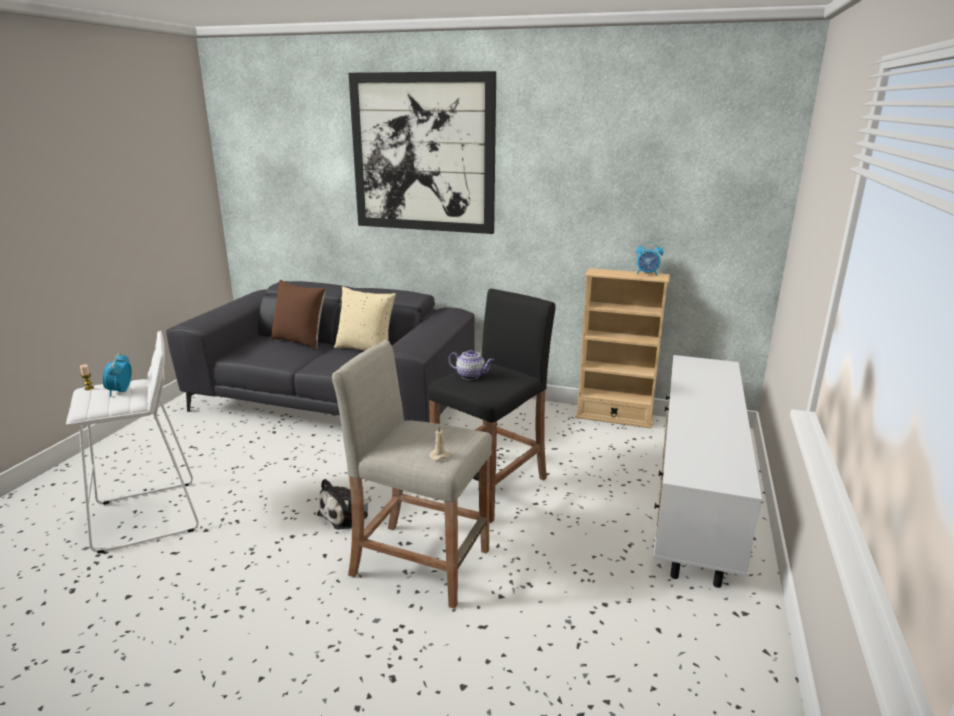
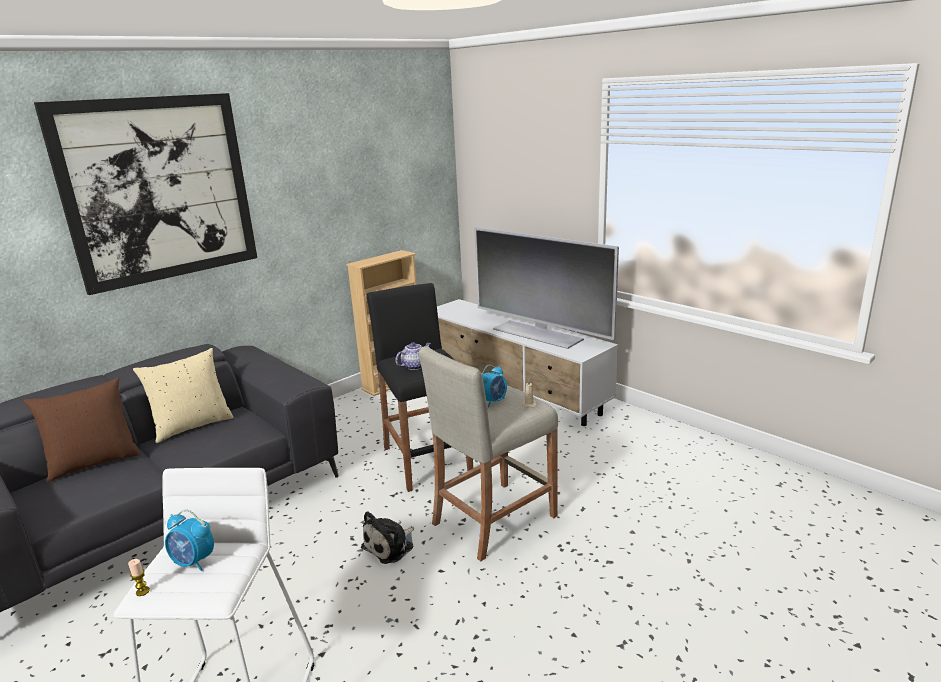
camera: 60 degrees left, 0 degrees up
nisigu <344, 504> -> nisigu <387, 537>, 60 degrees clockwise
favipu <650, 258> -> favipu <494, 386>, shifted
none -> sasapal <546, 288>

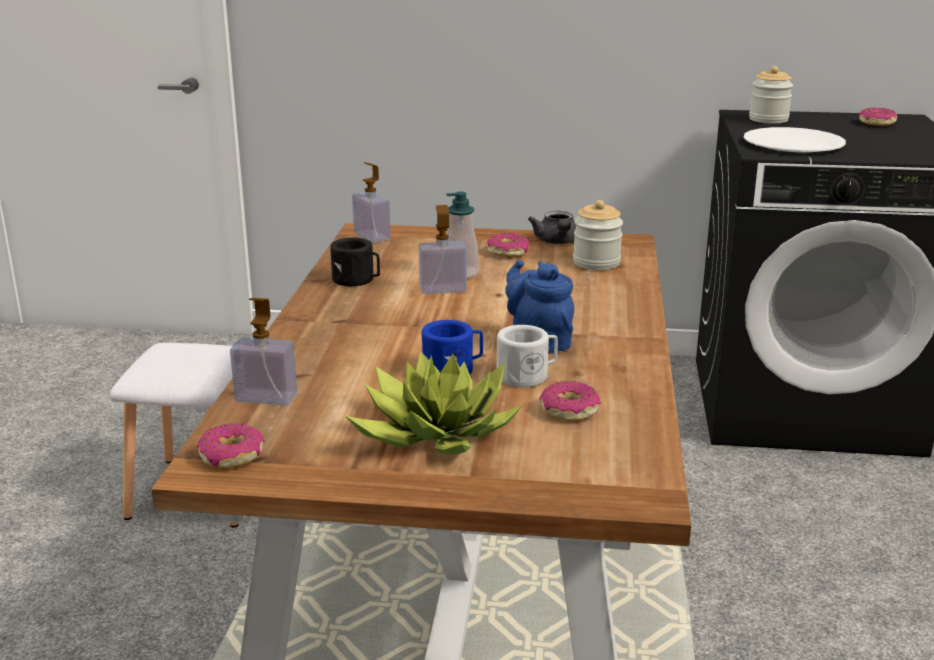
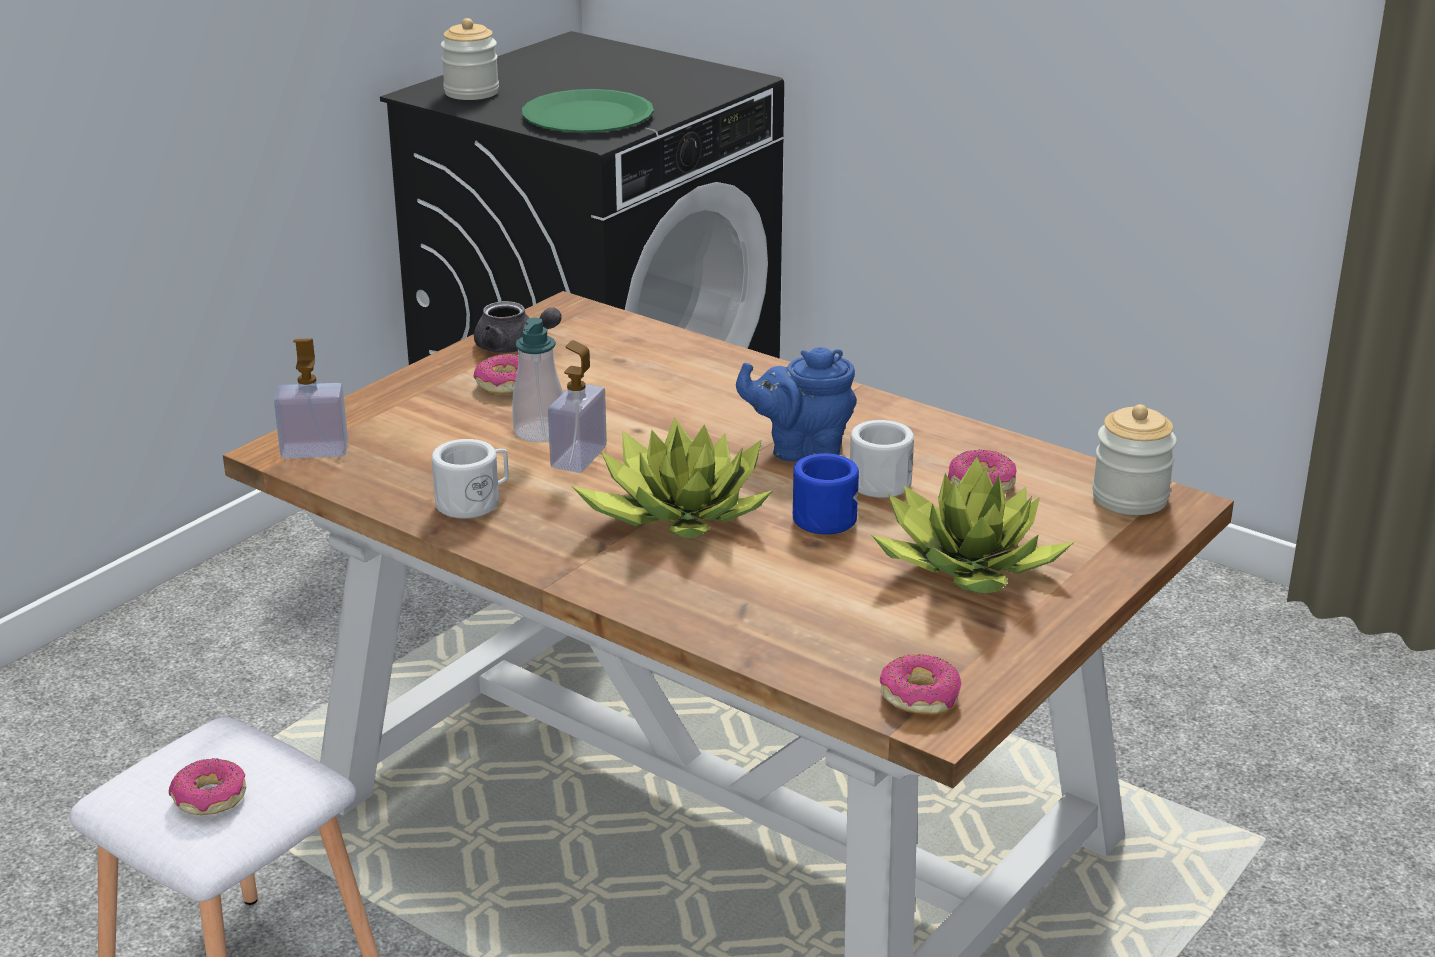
camera: 60 degrees left, 5 degrees up
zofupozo <263, 352> -> none
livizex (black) <355, 262> -> livizex (white) <470, 479>
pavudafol <598, 235> -> pavudafol <1134, 459>, shifted
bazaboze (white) <795, 139> -> bazaboze (green) <588, 110>
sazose <878, 117> -> sazose <207, 786>, shifted
none -> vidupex <672, 478>

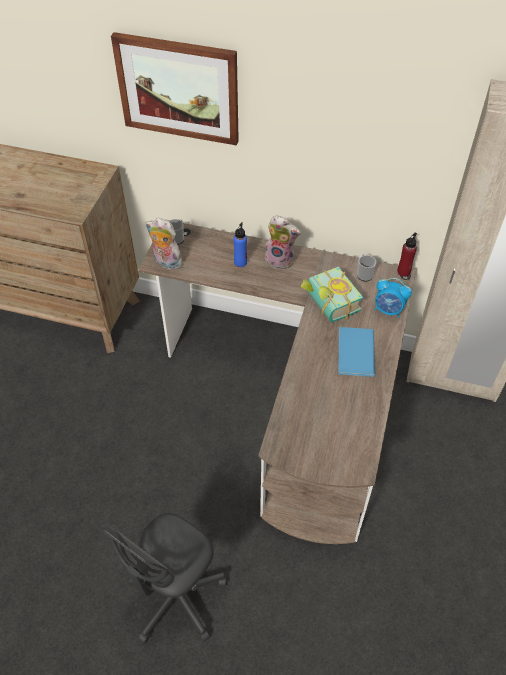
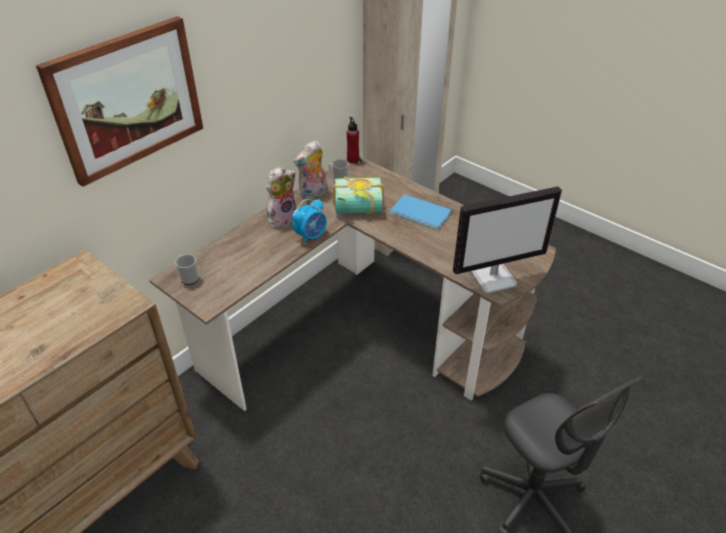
camera: 65 degrees left, 10 degrees down
nisigu <164, 244> -> nisigu <310, 169>, shifted
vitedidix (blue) <240, 244> -> none
favipu <393, 298> -> favipu <309, 222>, shifted
none -> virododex <507, 240>

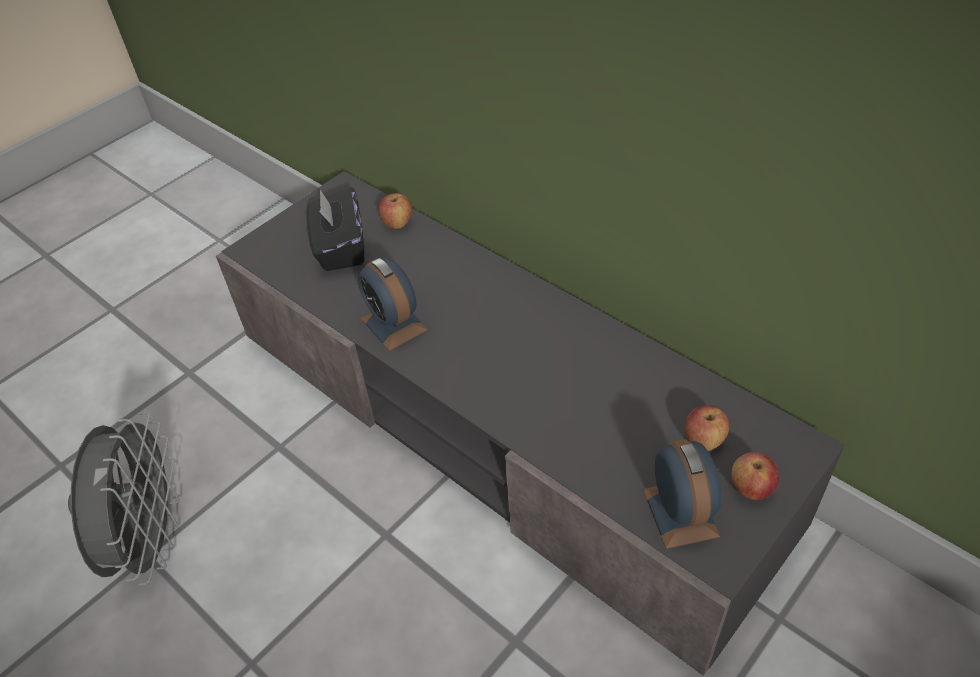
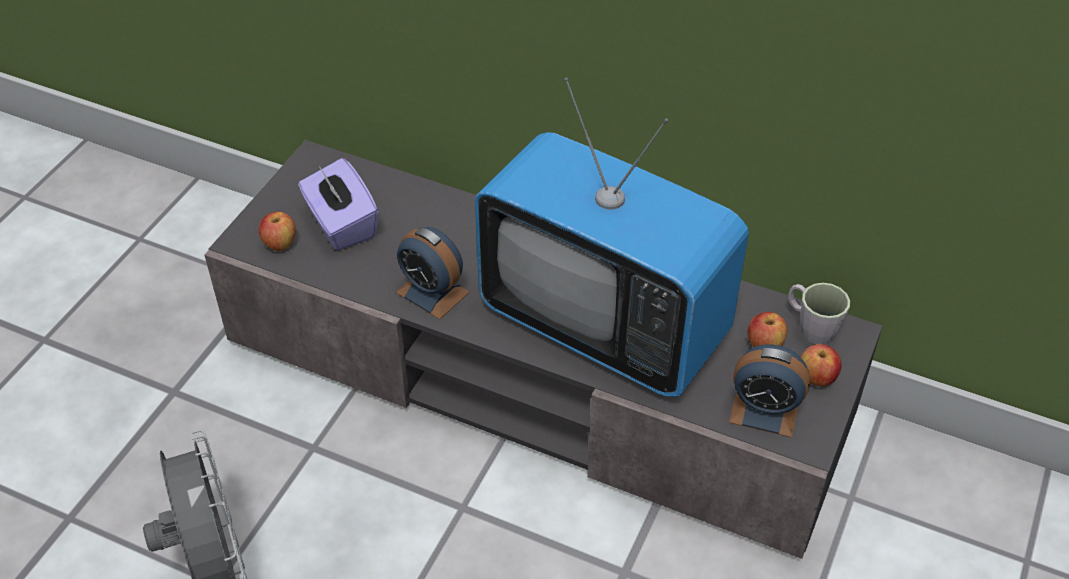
camera: 20 degrees left, 0 degrees up
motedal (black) <335, 229> -> motedal (purple) <338, 204>
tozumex <395, 211> -> tozumex <277, 231>, shifted
favipu <682, 494> -> favipu <769, 391>, 135 degrees clockwise
none -> sasapal <612, 237>
none -> livizex (grey) <819, 313>

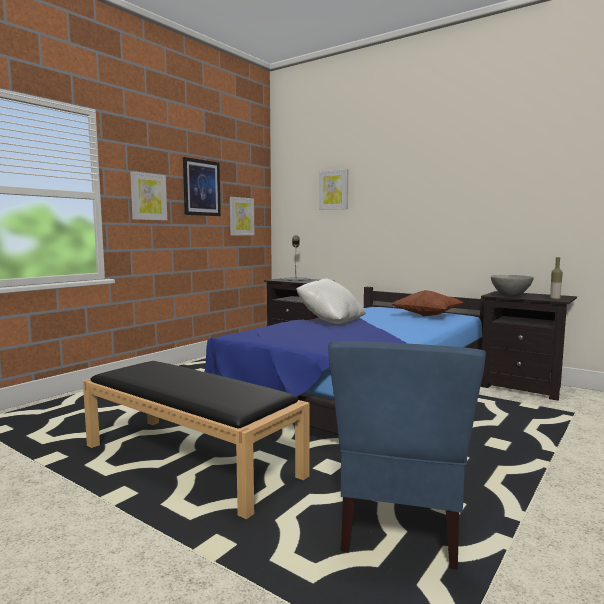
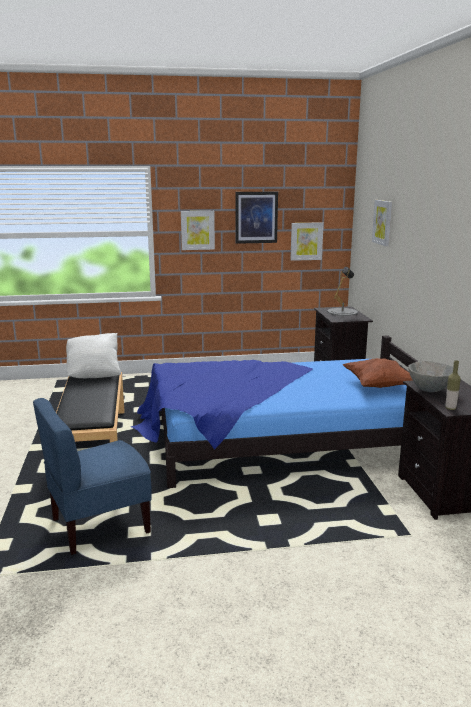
camera: 45 degrees right, 10 degrees up
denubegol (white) <331, 301> -> denubegol (white) <93, 355>, shifted

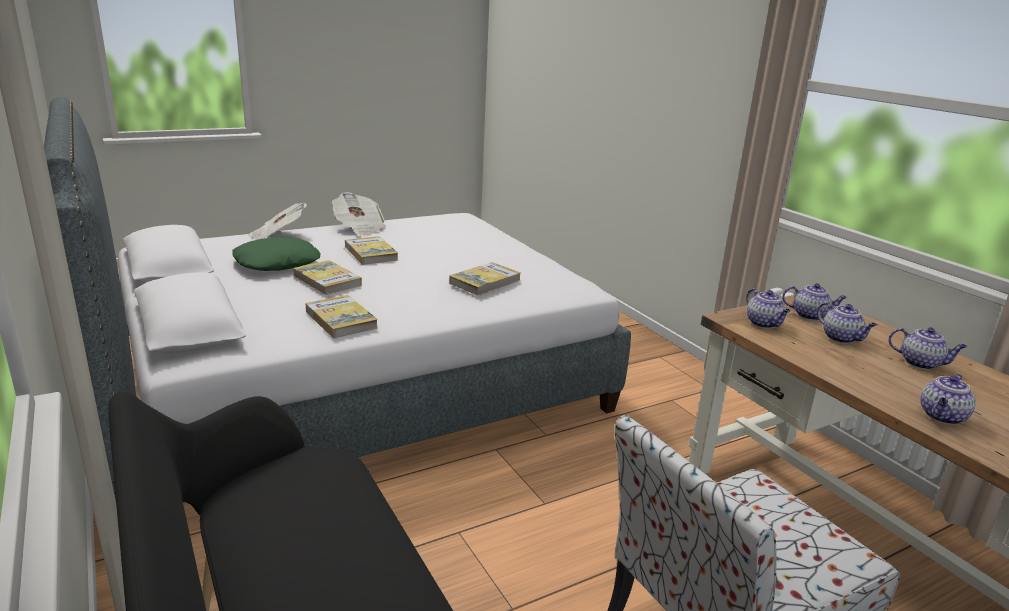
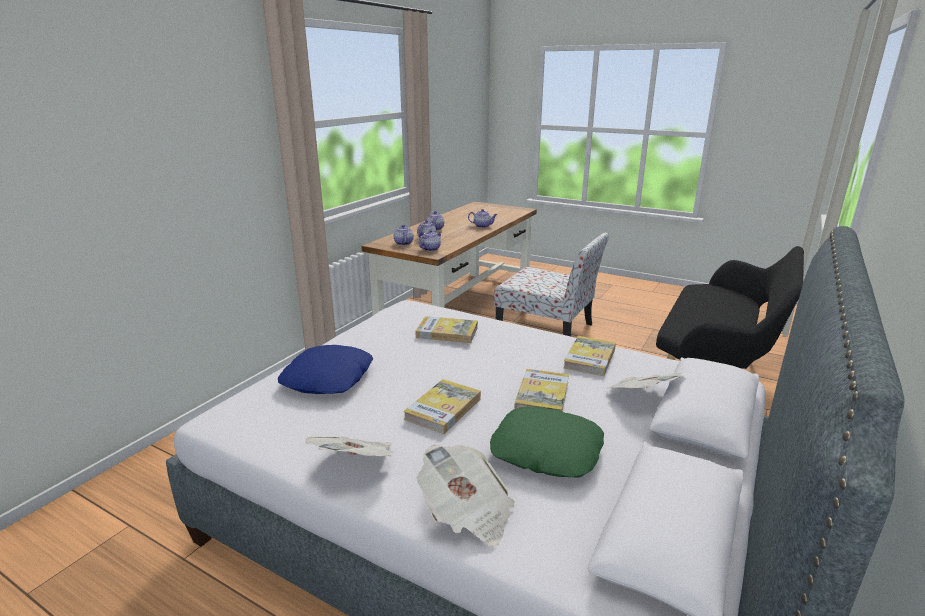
camera: 120 degrees left, 0 degrees up
none -> denubegol (blue) <325, 369>
none -> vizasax <647, 380>

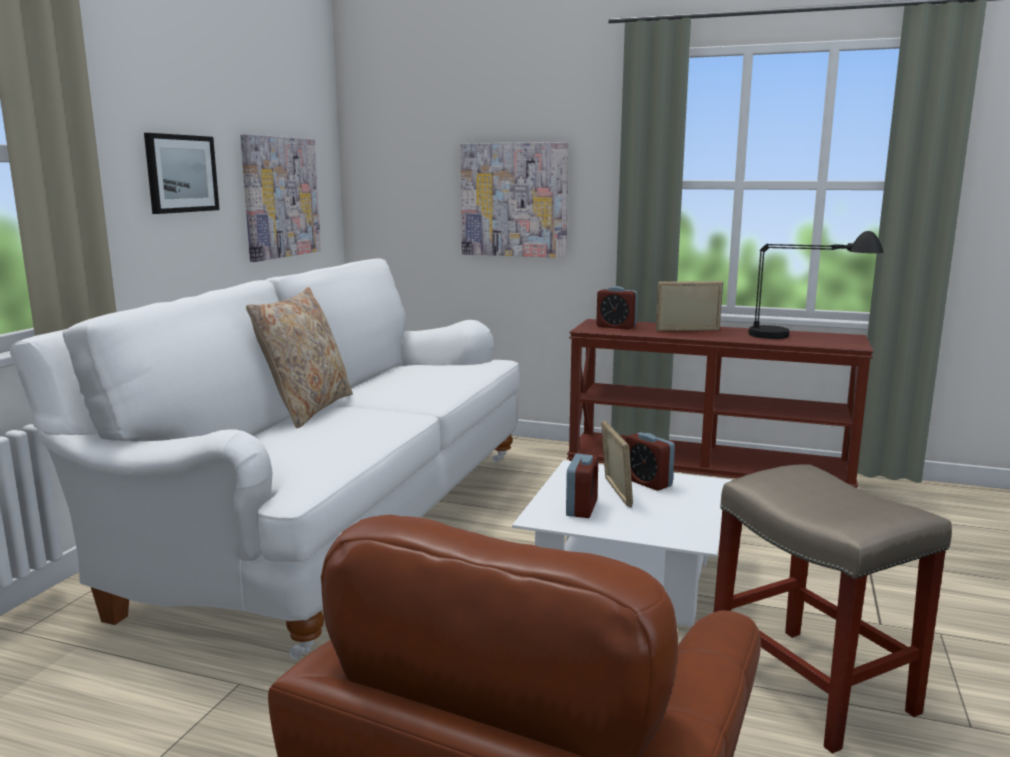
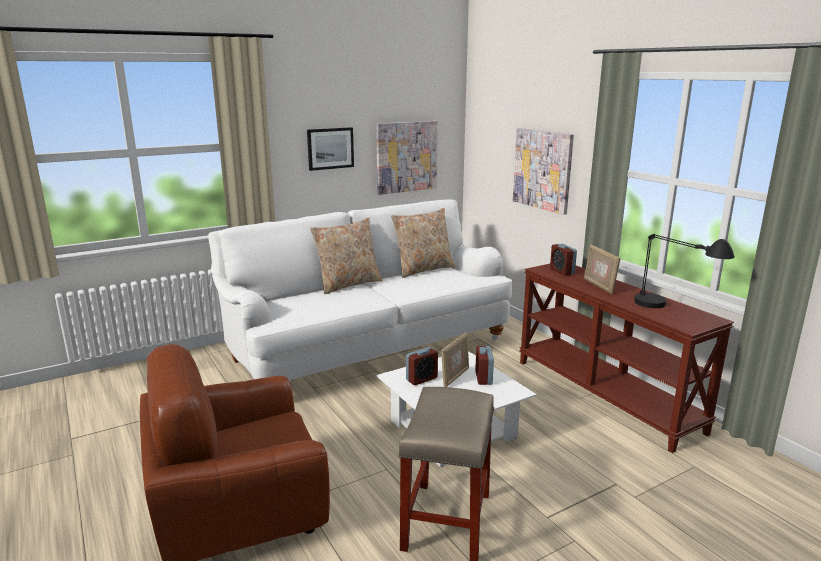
camera: 40 degrees right, 5 degrees up
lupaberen <689, 306> -> lupaberen <602, 269>, 150 degrees counterclockwise
none -> denubegol (beige) <423, 243>

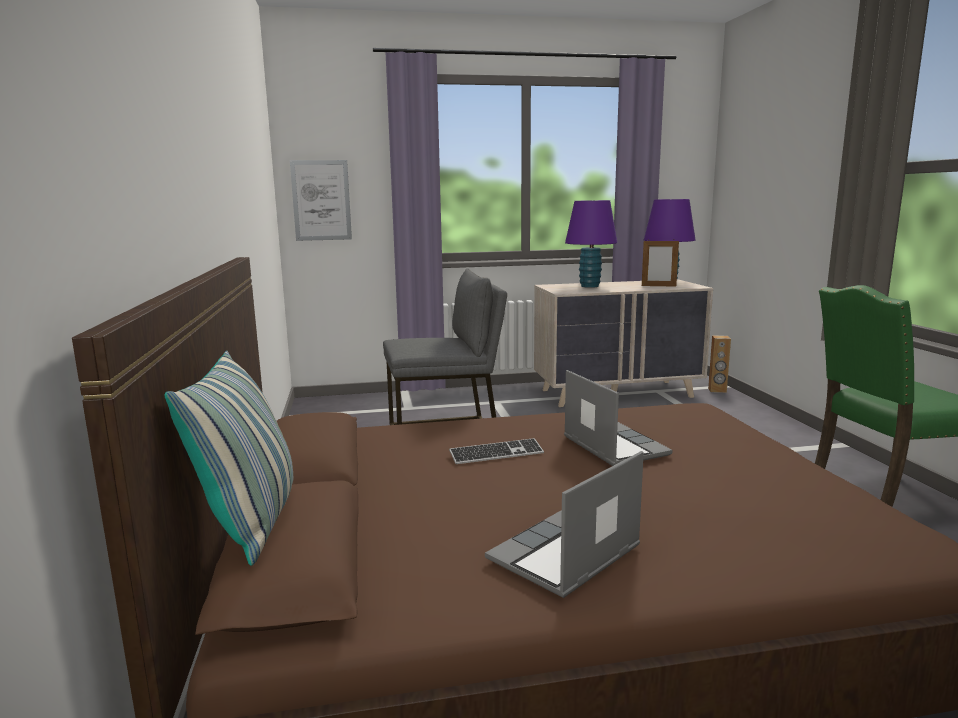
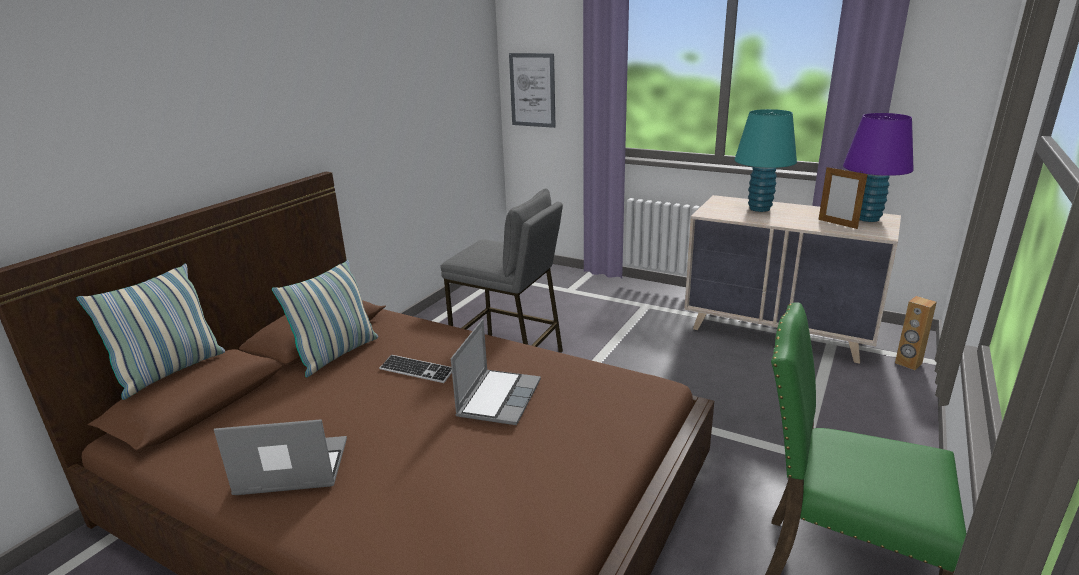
camera: 40 degrees right, 10 degrees up
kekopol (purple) <591, 244> -> kekopol (turquoise) <765, 160>
none -> denubegol <325, 318>

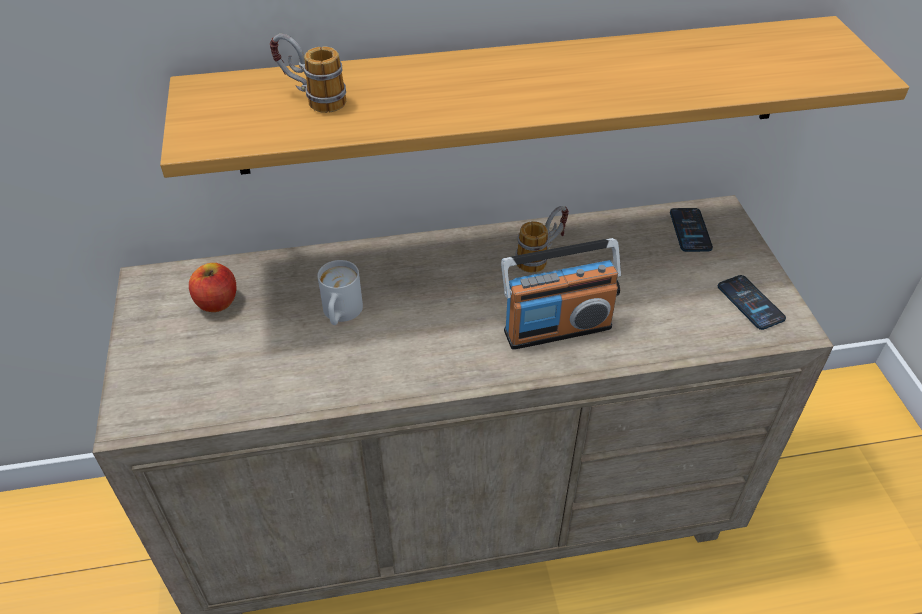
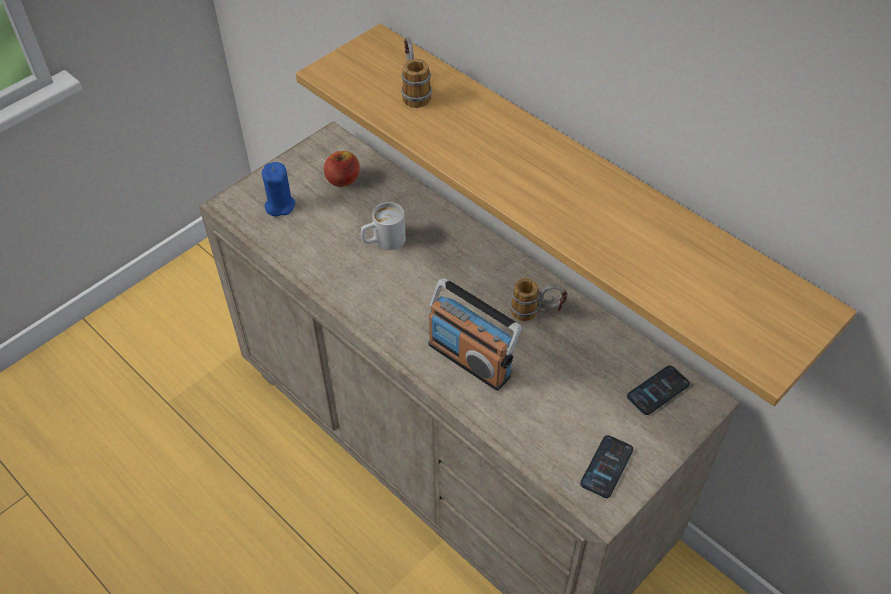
camera: 55 degrees right, 5 degrees up
none -> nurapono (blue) <278, 189>

